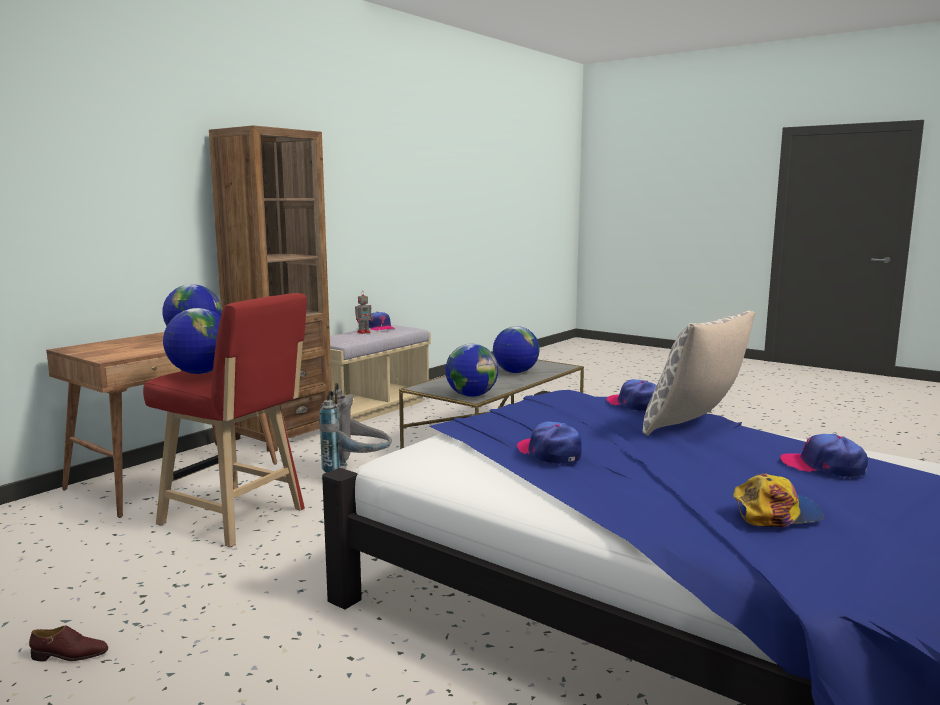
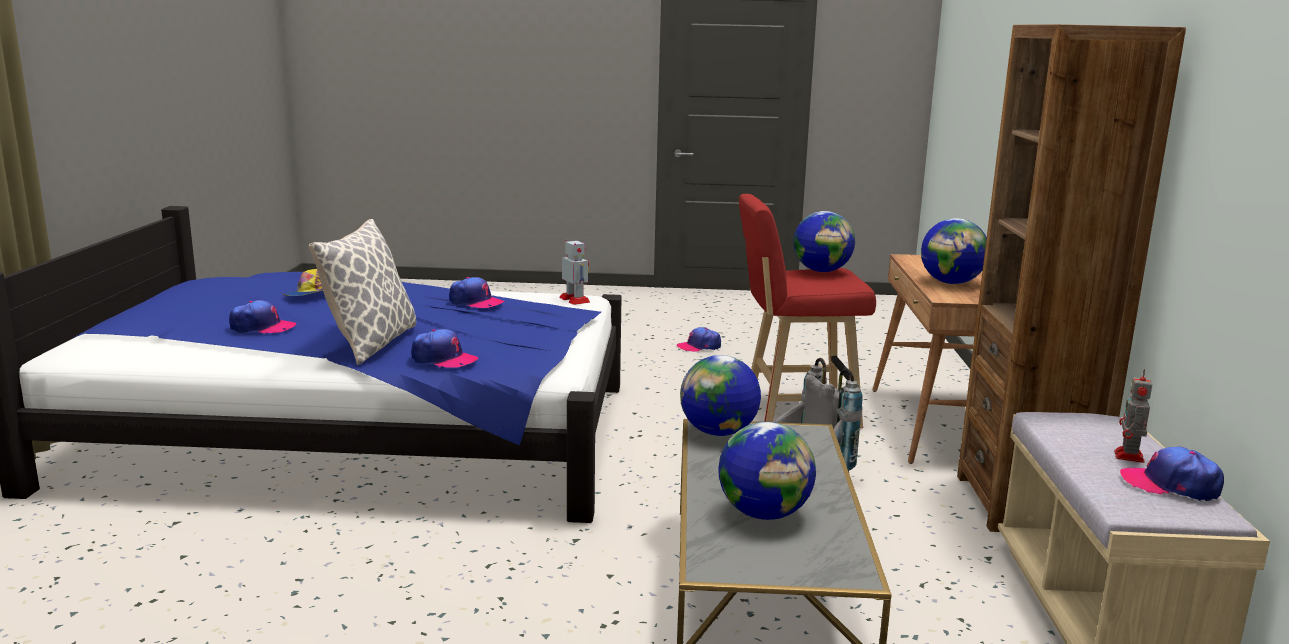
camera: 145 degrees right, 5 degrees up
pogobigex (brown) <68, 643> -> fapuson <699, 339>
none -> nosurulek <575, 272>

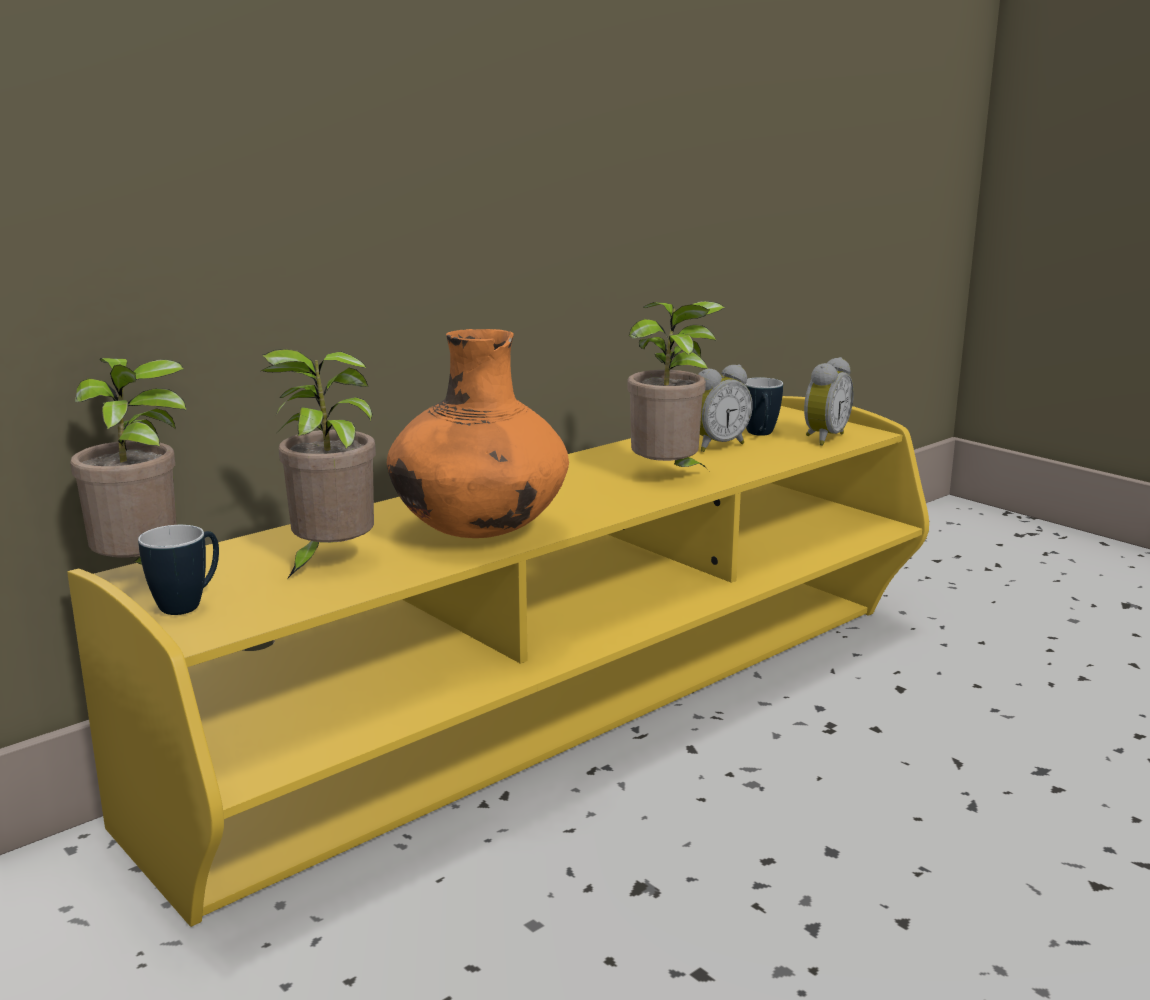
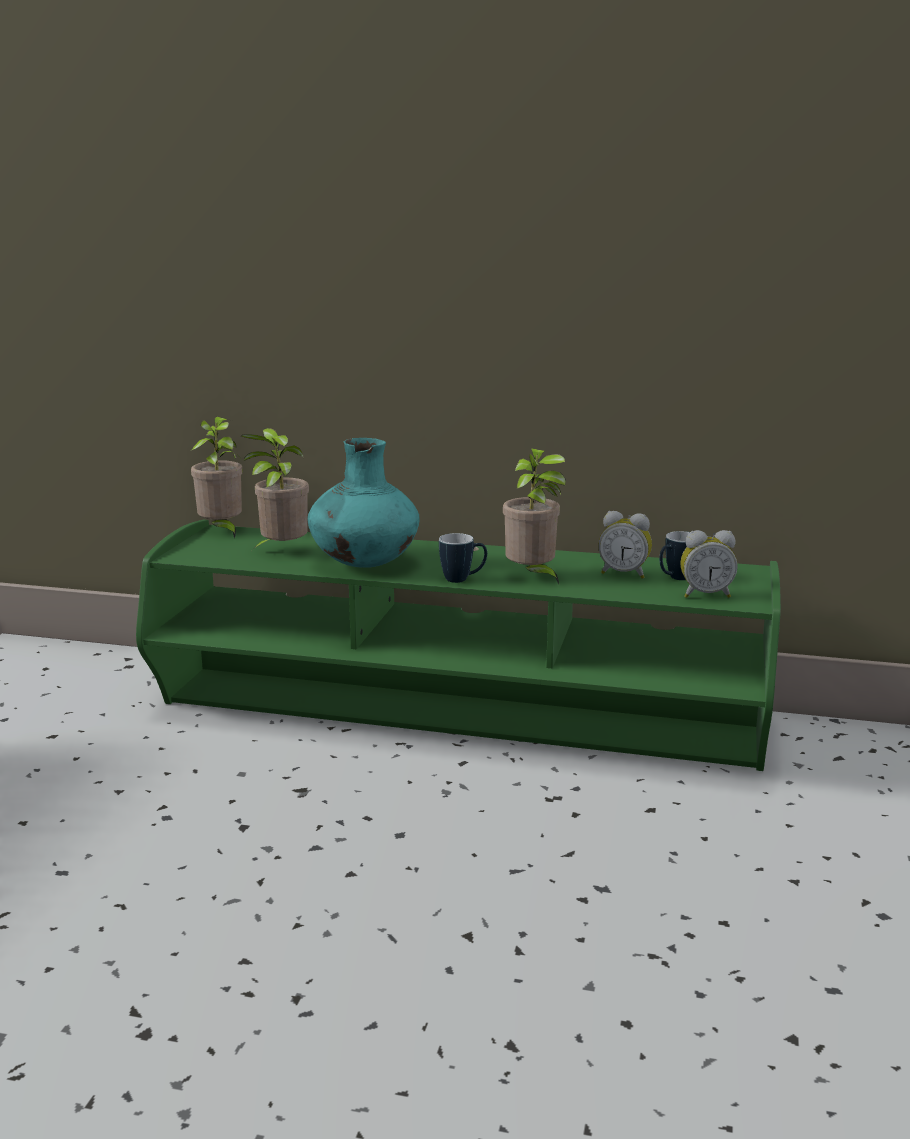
camera: 55 degrees right, 0 degrees up
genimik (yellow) <498, 661> -> genimik (green) <458, 645>
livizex <178, 570> -> livizex <463, 558>, shifted
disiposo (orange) <478, 433> -> disiposo (turquoise) <363, 503>

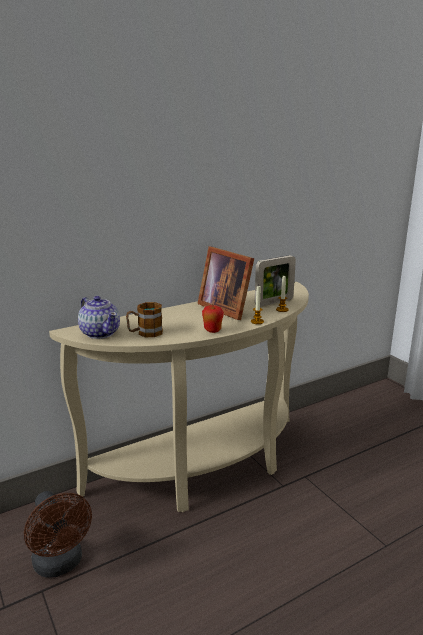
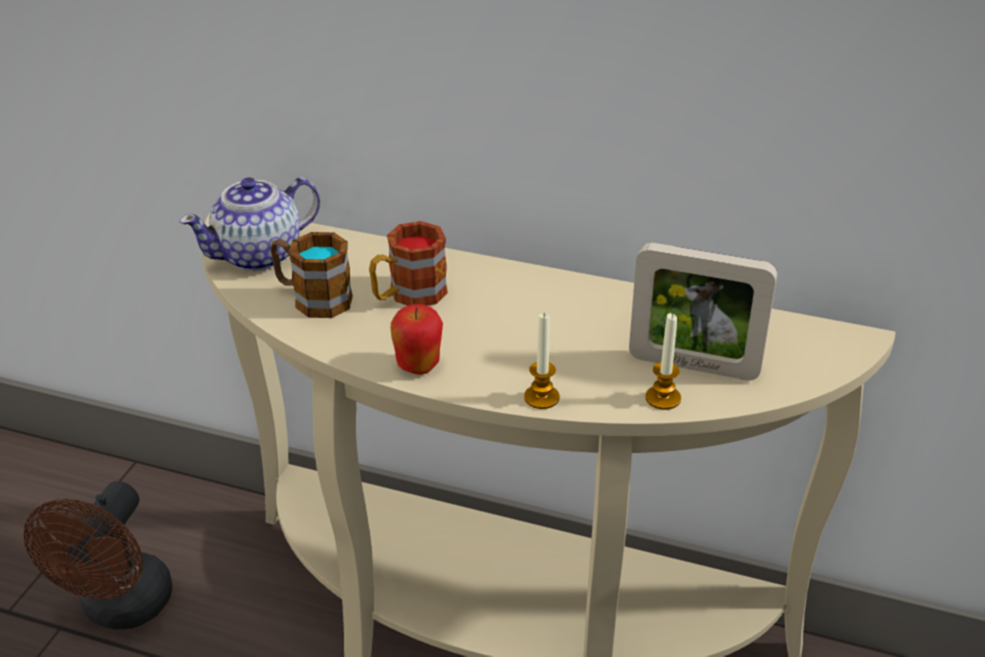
camera: 50 degrees right, 15 degrees up
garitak <99, 317> -> garitak <250, 224>, 45 degrees clockwise
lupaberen <225, 283> -> none
none -> livizex <408, 263>

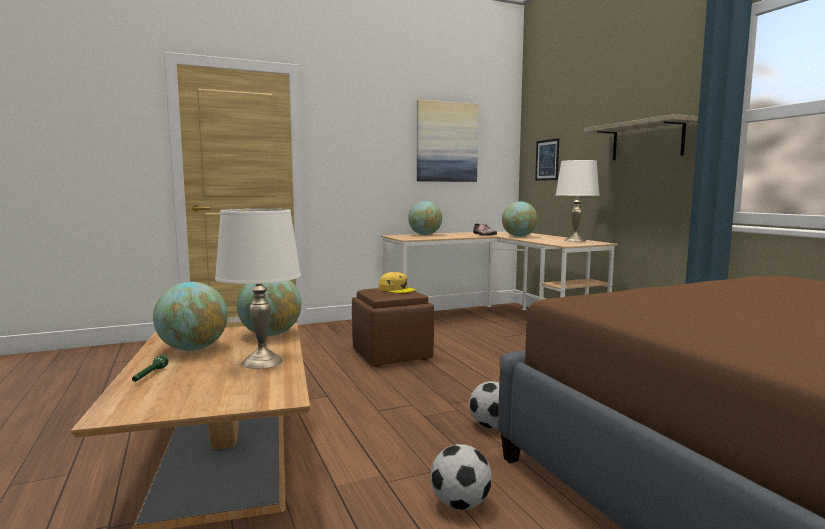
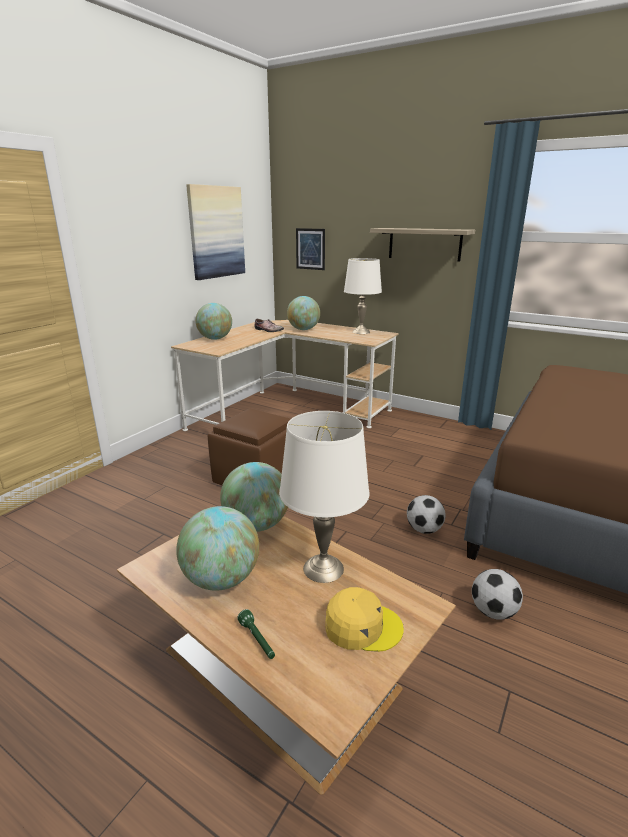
camera: 35 degrees left, 15 degrees up
fapuson (yellow) <397, 282> -> fapuson (yellow) <364, 619>, shifted

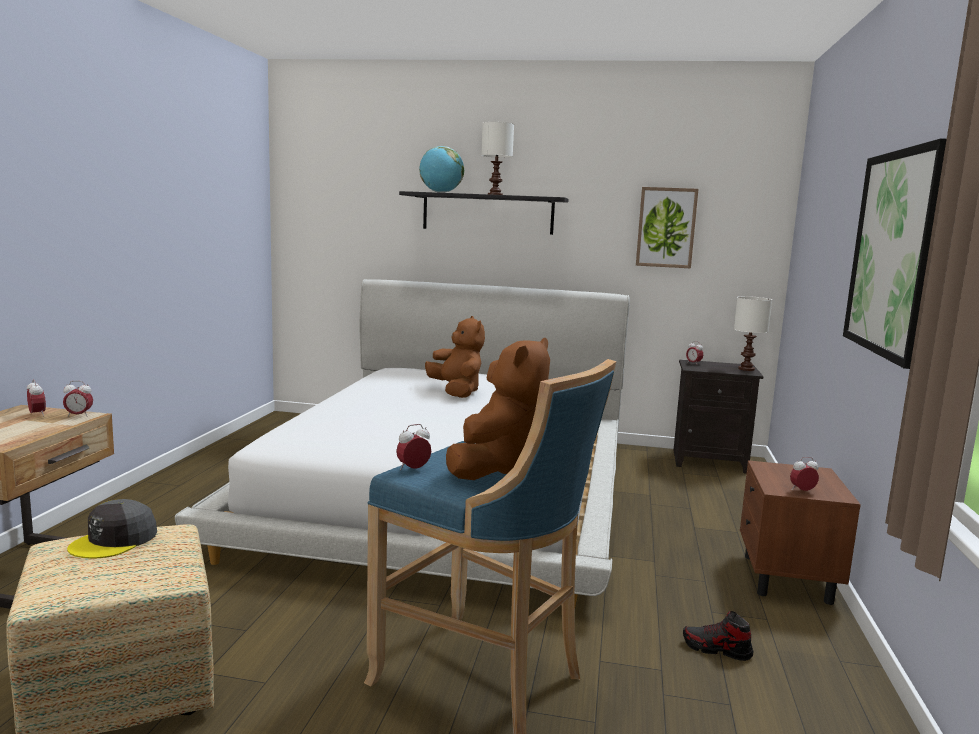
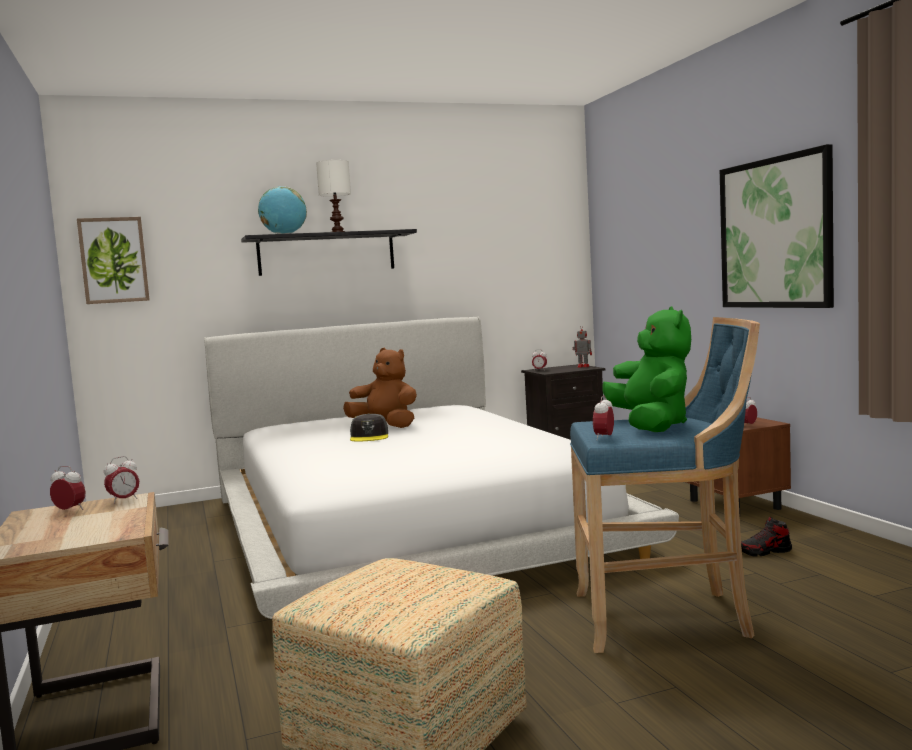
camera: 30 degrees left, 5 degrees down
fapuson (grey) <112, 529> -> fapuson (grey) <369, 427>, shifted
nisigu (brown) <498, 409> -> nisigu (green) <646, 369>
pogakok <667, 227> -> pogakok <113, 260>, shifted
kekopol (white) <753, 333> -> nosurulek <582, 347>

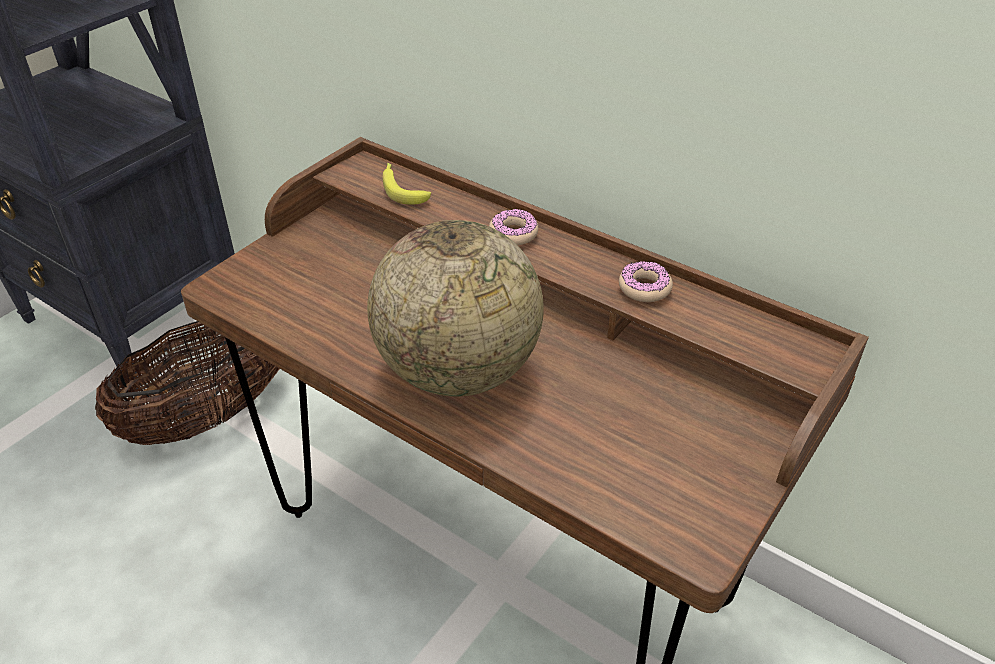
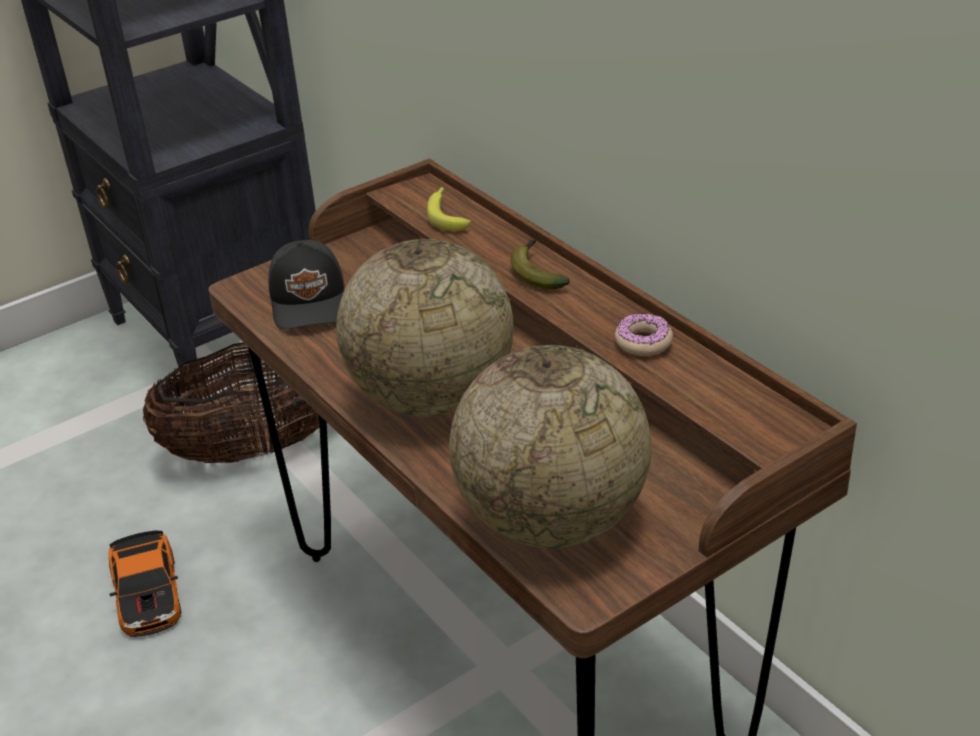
camera: 20 degrees right, 5 degrees down
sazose <513, 227> -> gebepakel <540, 264>
none -> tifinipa <144, 583>
none -> fapuson (black) <306, 284>
none -> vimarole <550, 446>

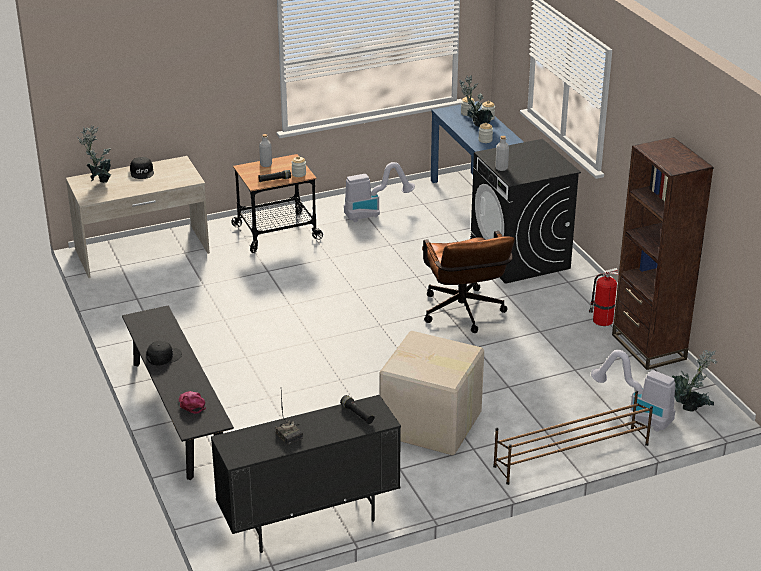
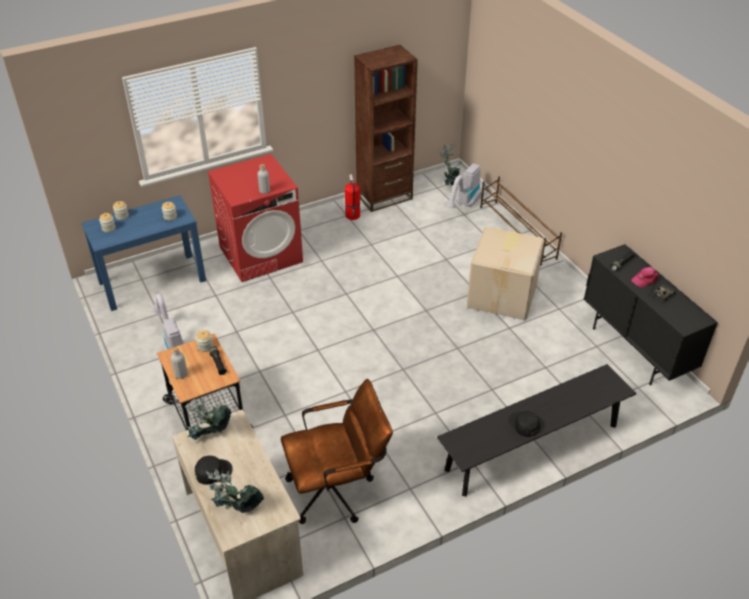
camera: 95 degrees left, 10 degrees up
fapuson (pink) <192, 402> -> fapuson (pink) <645, 277>, shifted
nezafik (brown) <468, 282> -> nezafik (brown) <337, 451>, shifted
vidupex <476, 101> -> vidupex <208, 418>, shifted
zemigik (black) <526, 211> -> zemigik (red) <255, 218>

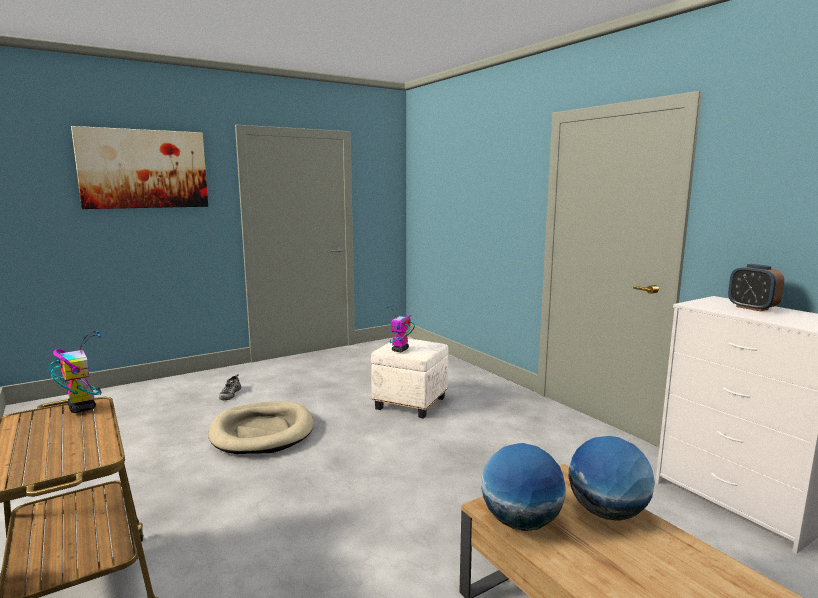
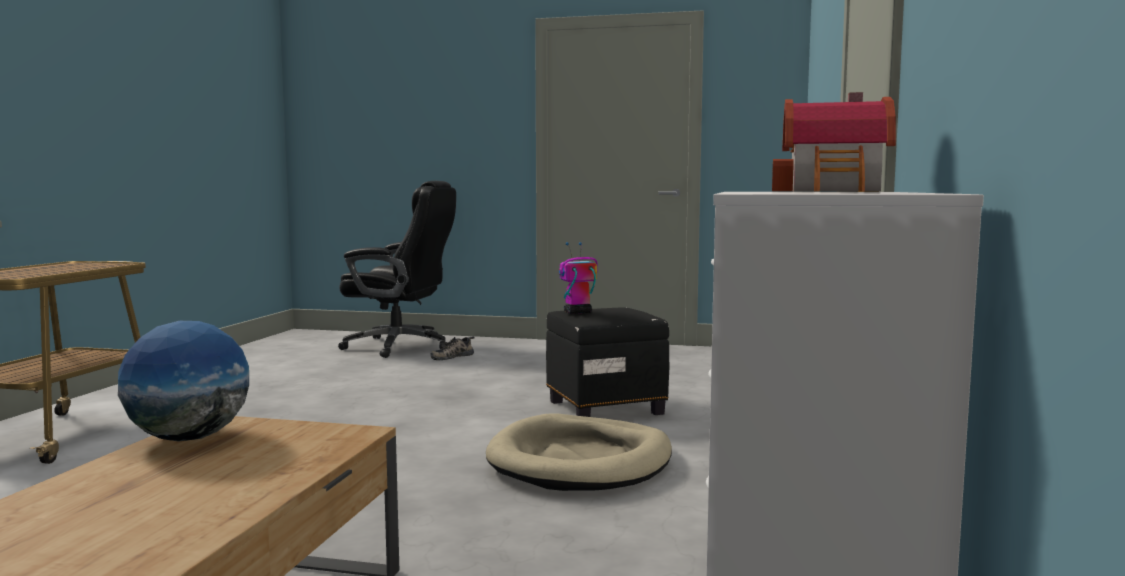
camera: 45 degrees right, 5 degrees down
nosurulek <74, 371> -> none
pogakok <139, 167> -> none
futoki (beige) <260, 427> -> futoki (beige) <579, 452>, shifted
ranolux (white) <410, 379> -> ranolux (black) <607, 362>
vimarole <612, 478> -> none
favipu <756, 287> -> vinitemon <834, 142>
none -> nezafik (black) <397, 269>

